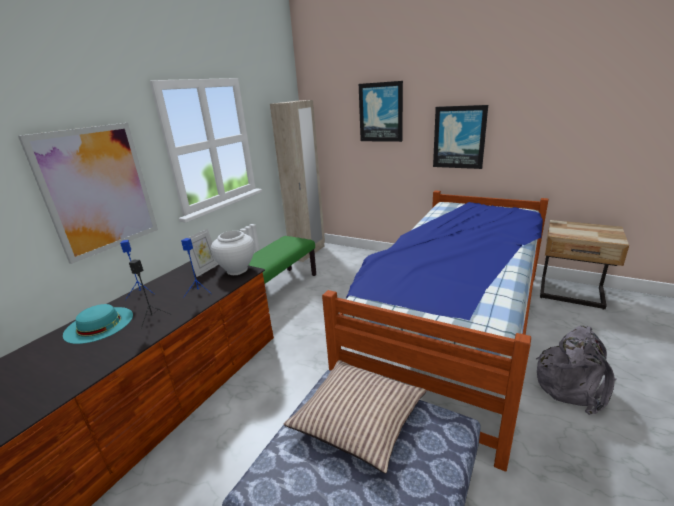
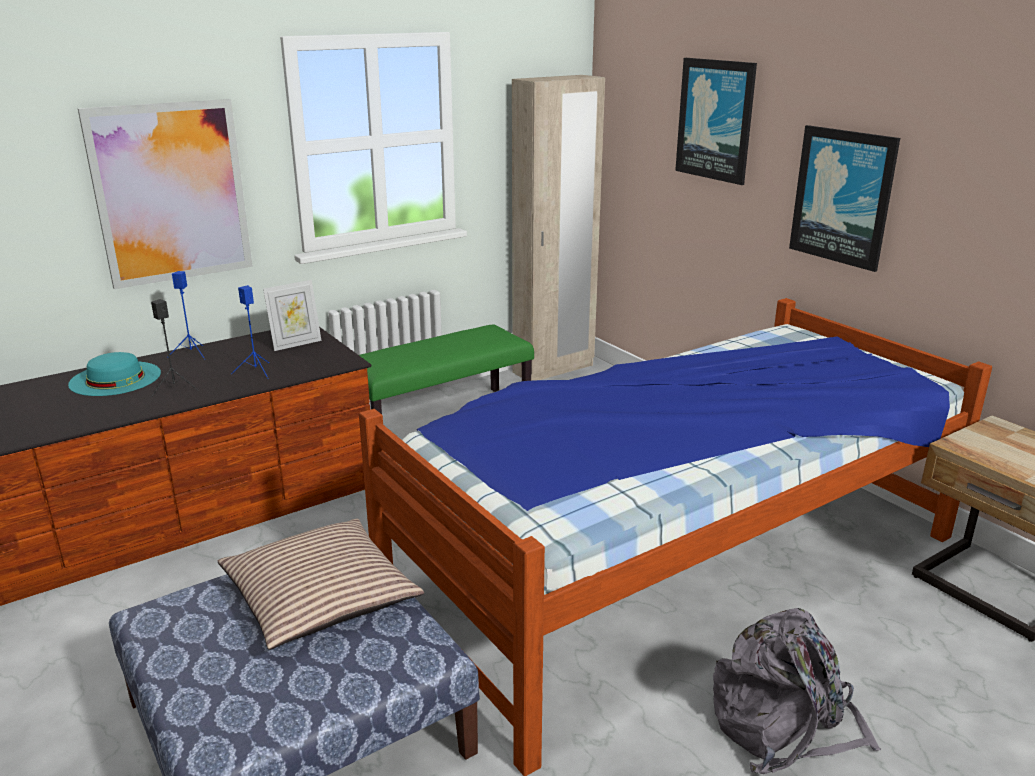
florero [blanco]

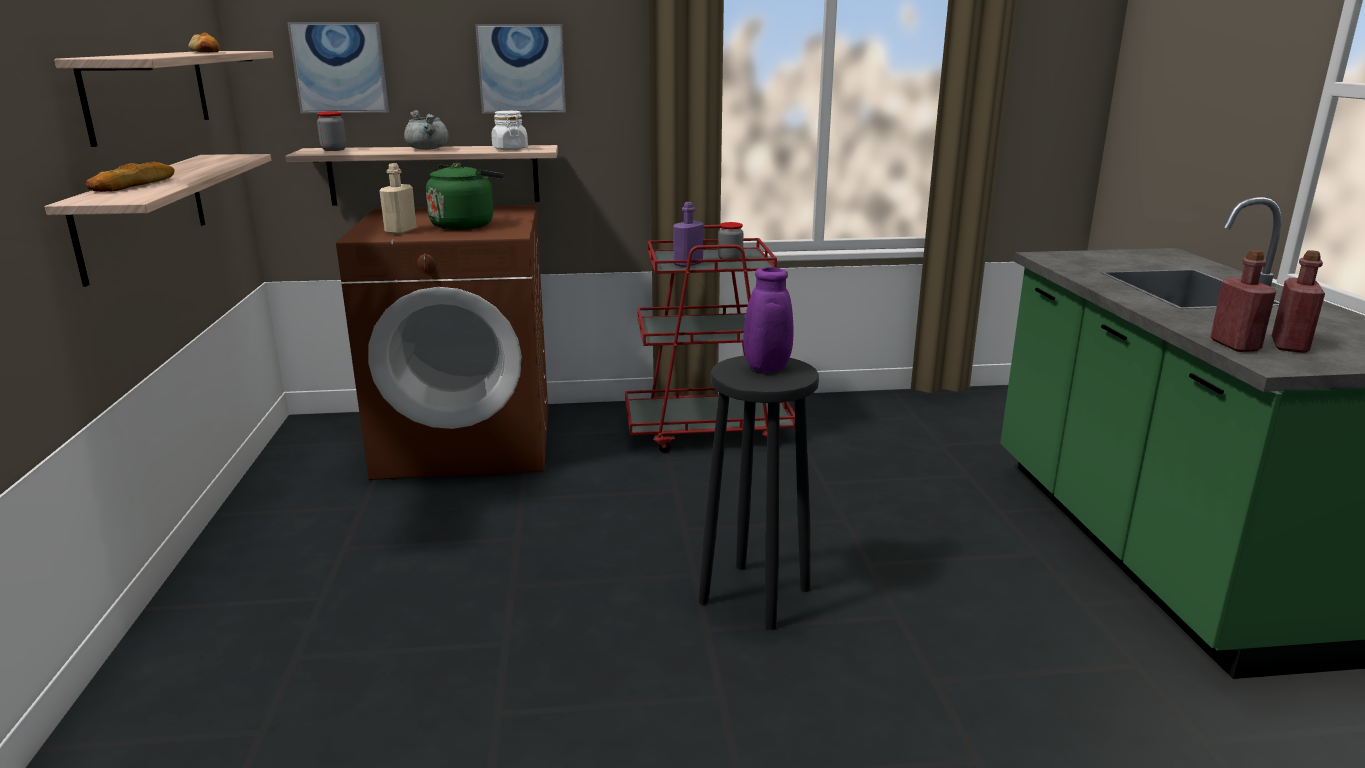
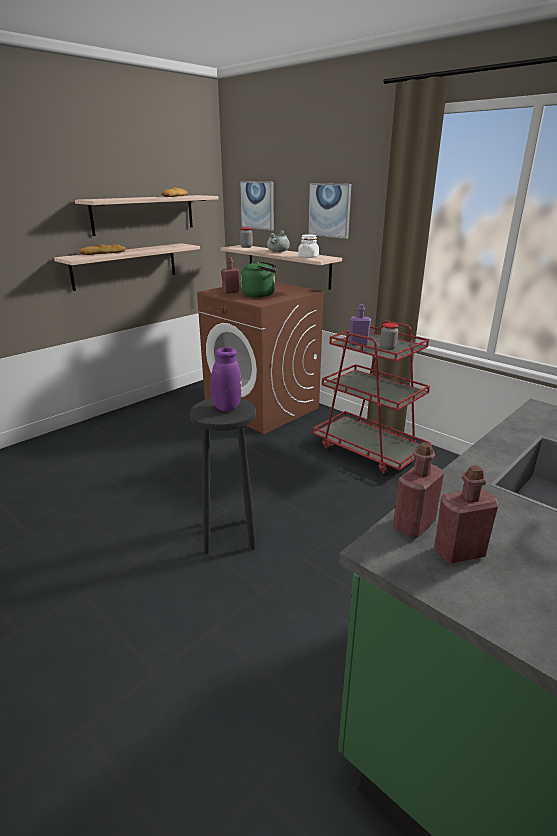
botella [rojo] (1st from left)

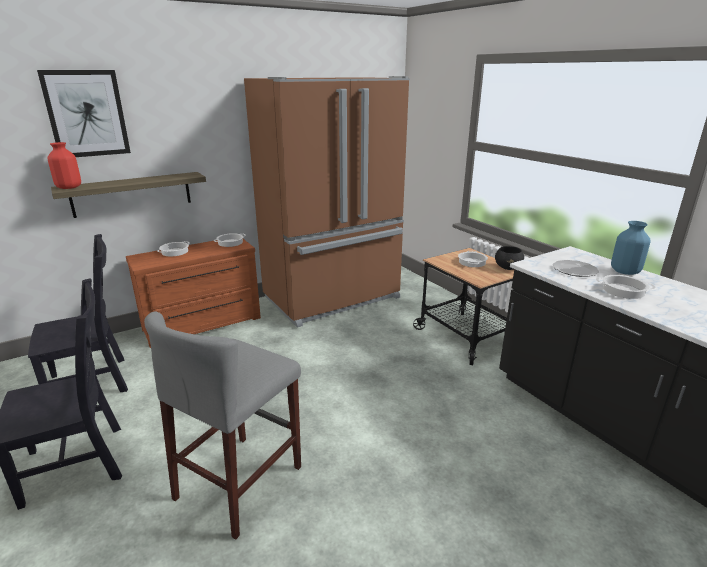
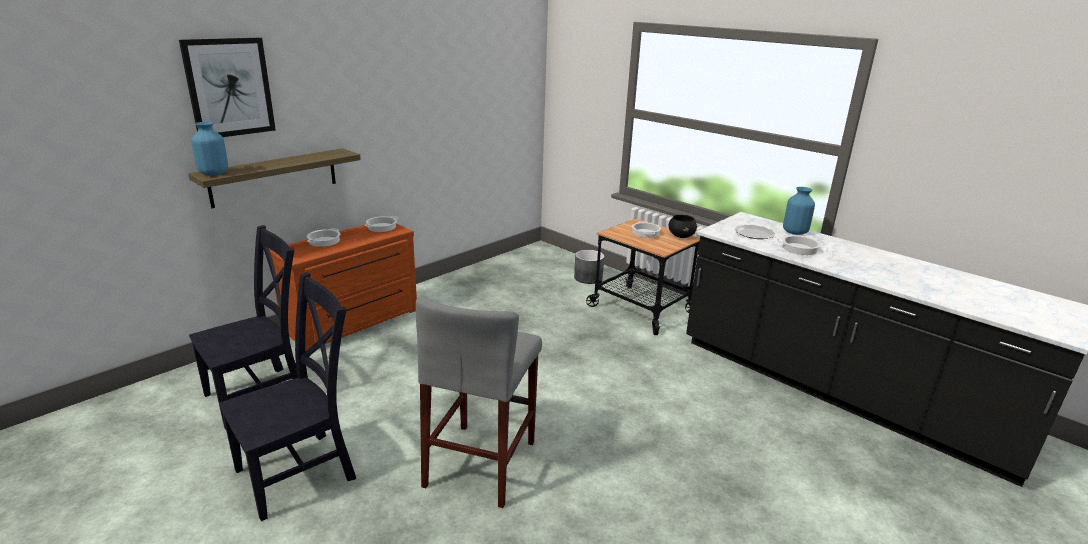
nevera [marrón]; maceta [gris]; florero [azul] (1st from left)

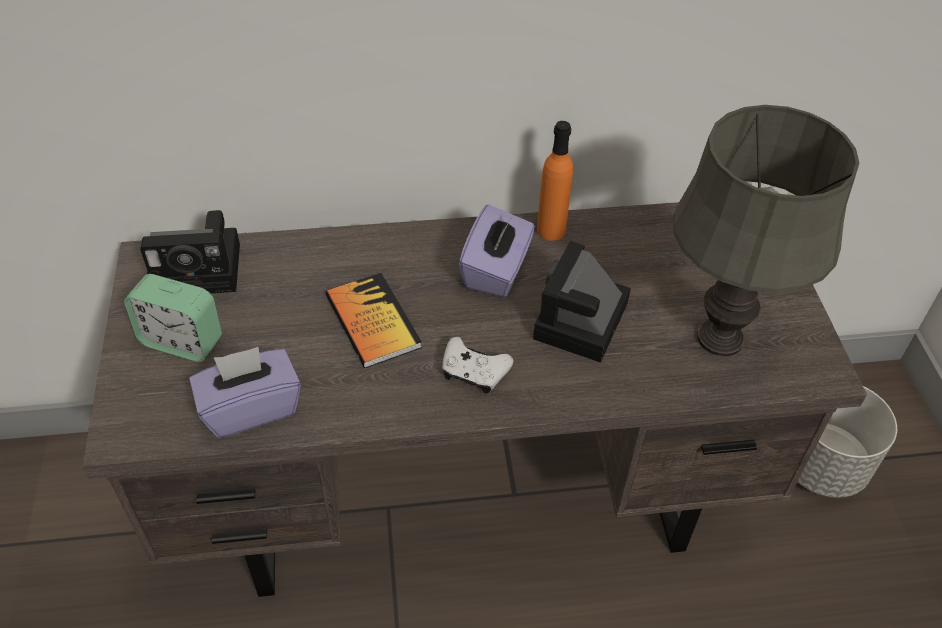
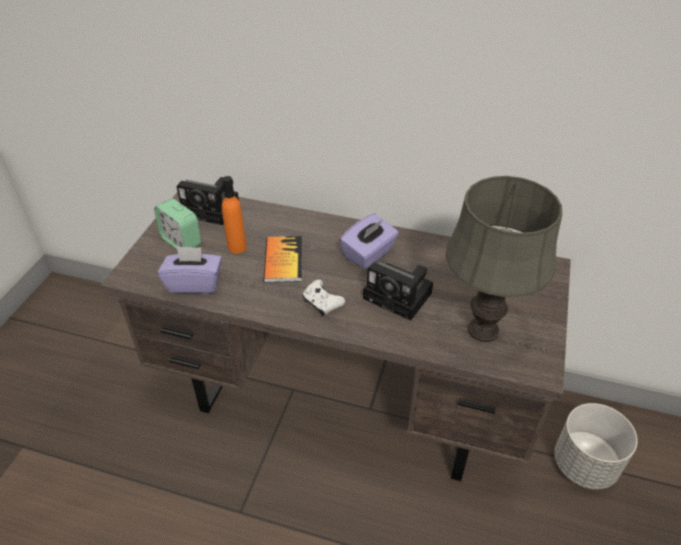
botella [naranja]; cámara (2nd from left)

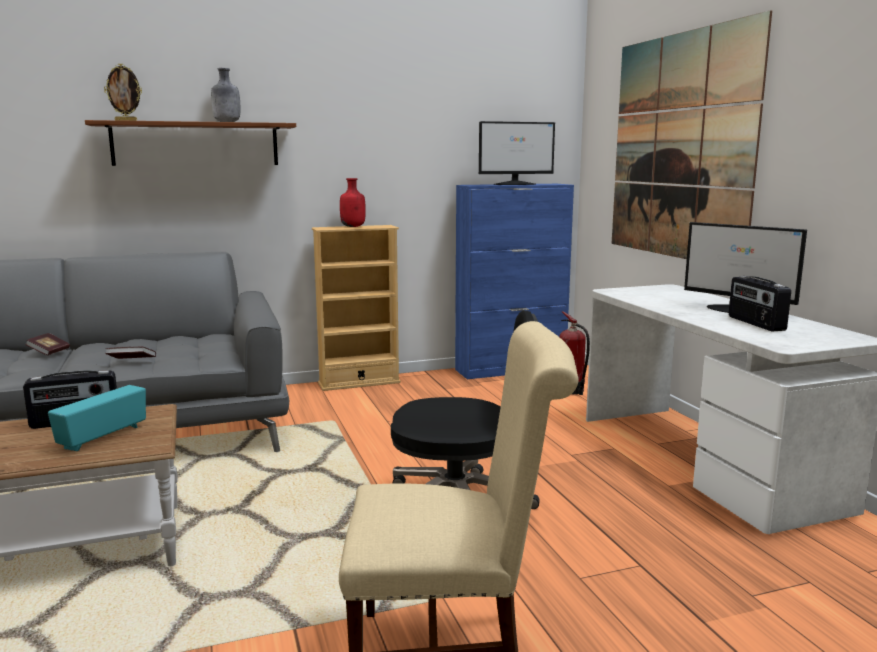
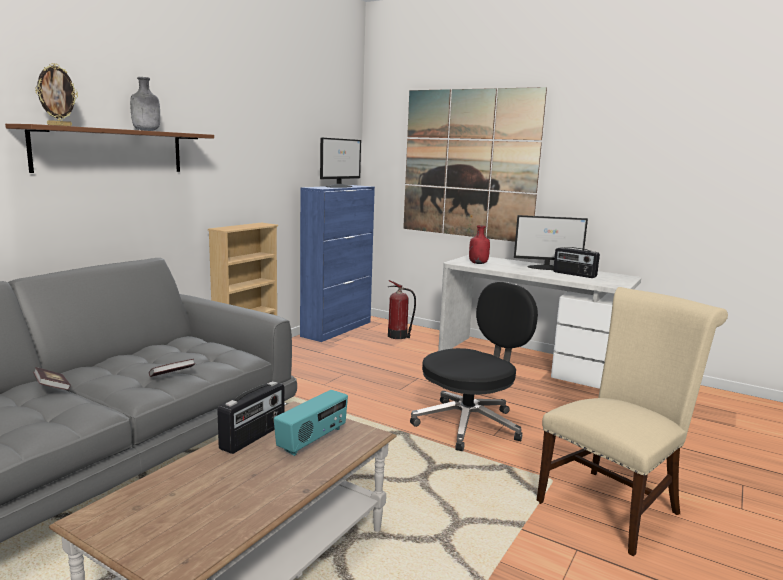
botella [rojo]; radio (2nd from left)

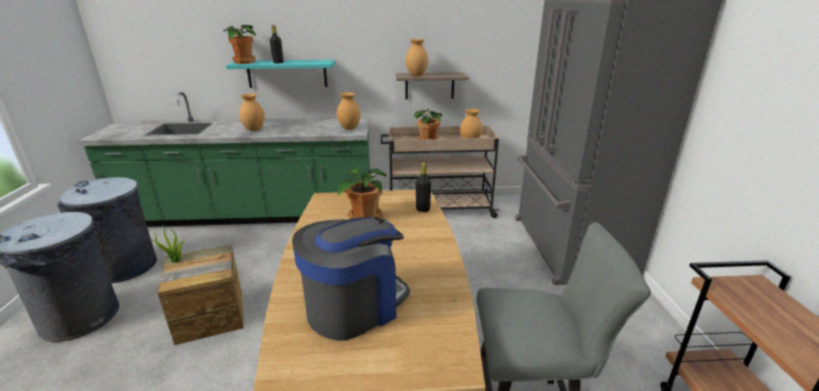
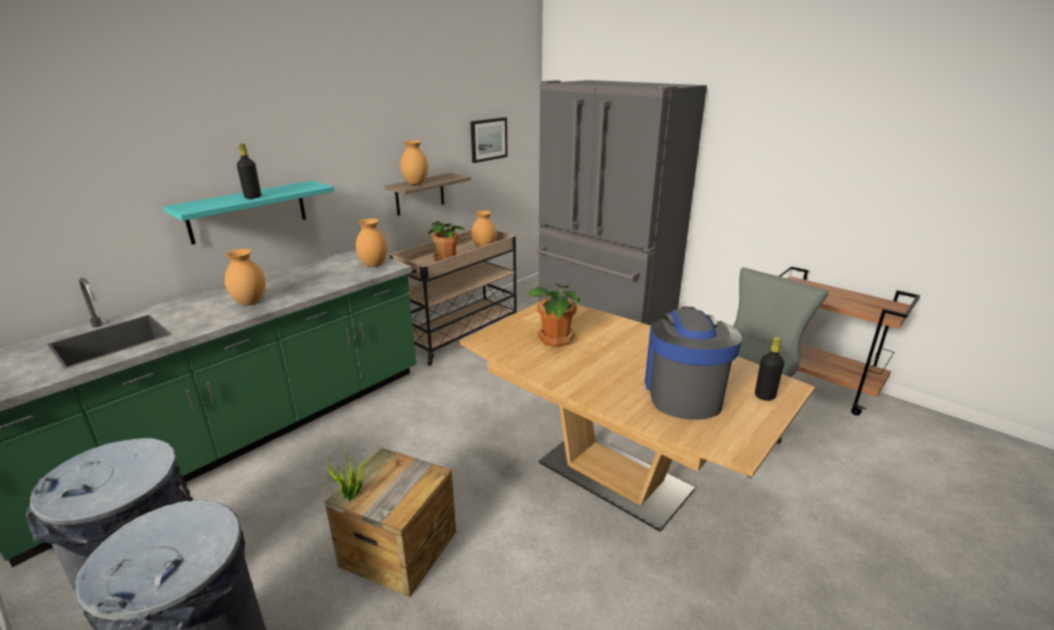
planta en maceta (2nd from left in the first image); cuadro; botella [negro] (2nd from left)

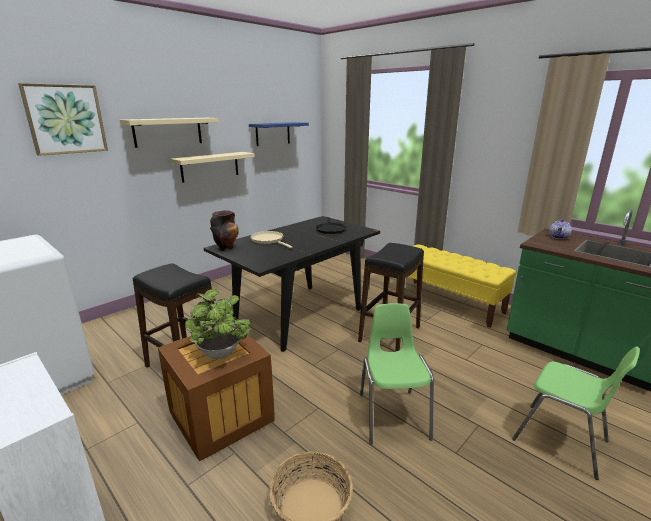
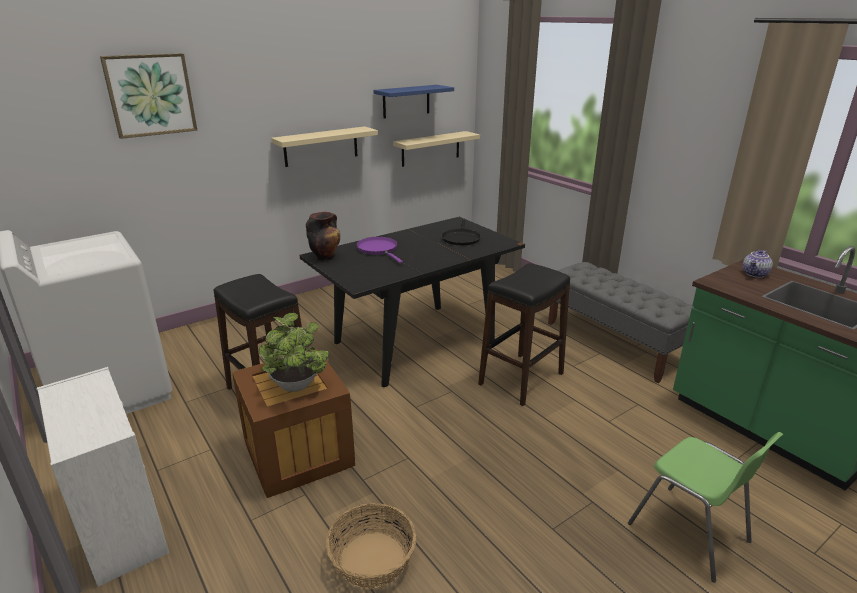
silla [verde] (1st from left in the first image); estante [beis] (2nd from left); sartén [morado]; banco [gris]

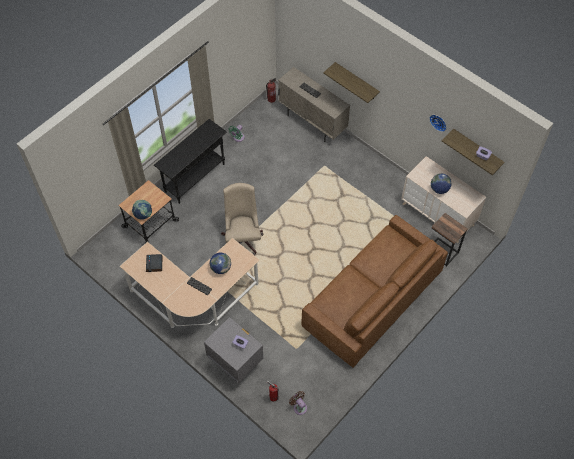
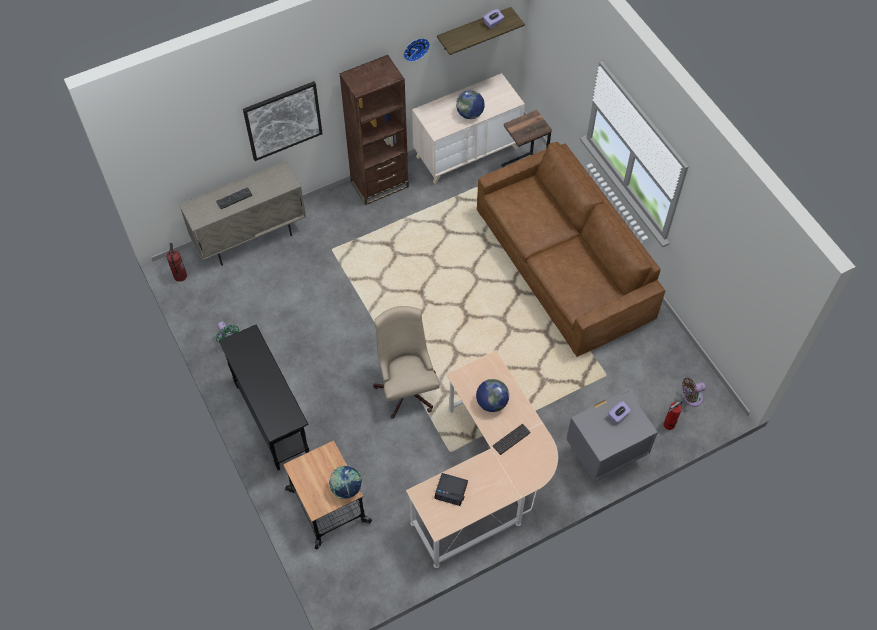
estantería [marrón]; cuadro; silla de oficina [beis]

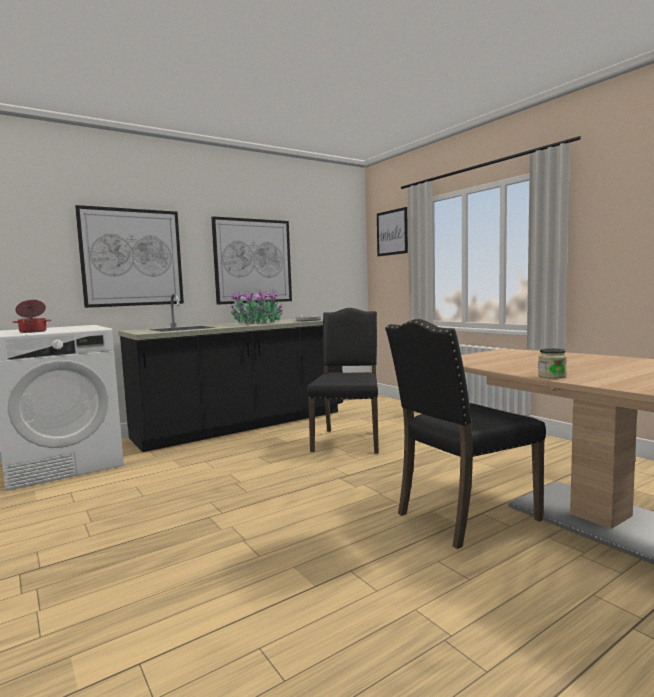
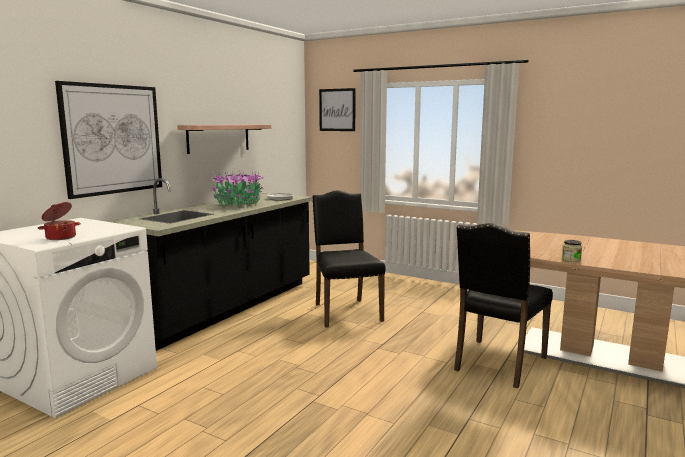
estante

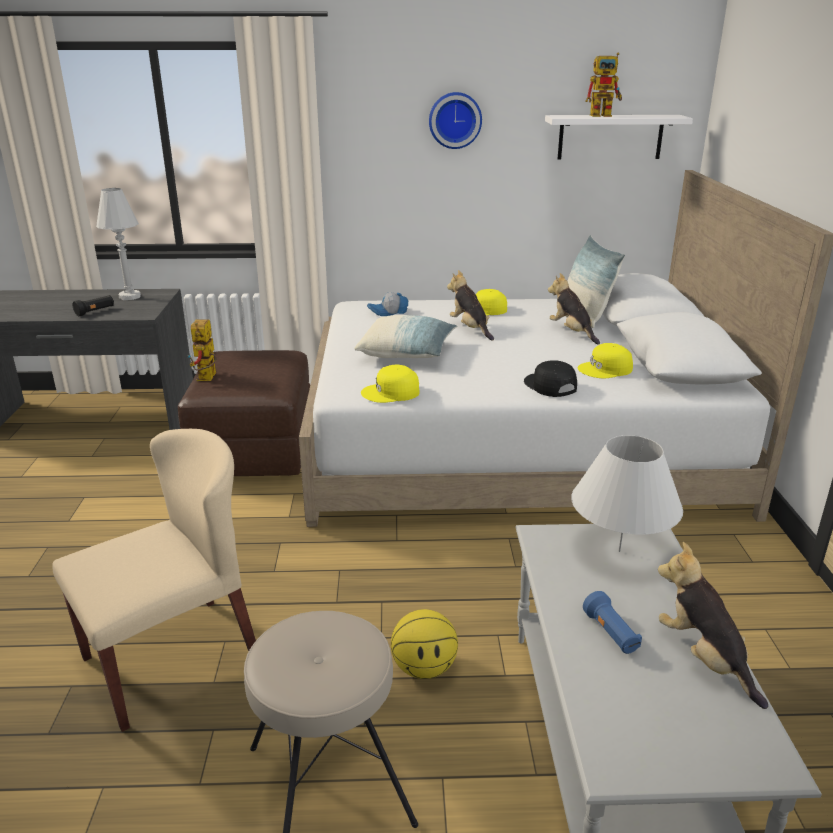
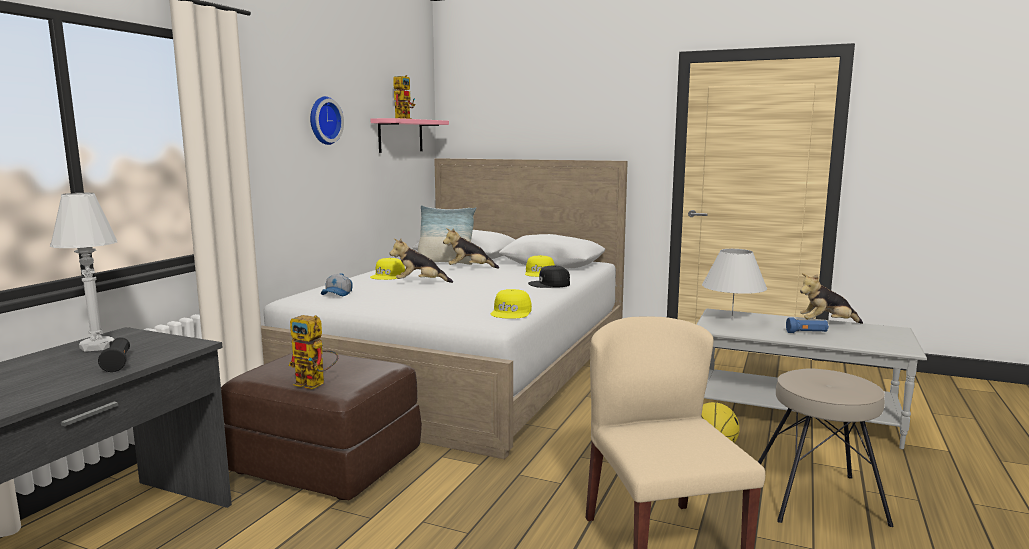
cojín (1st from left in the first image); estante [rosa]

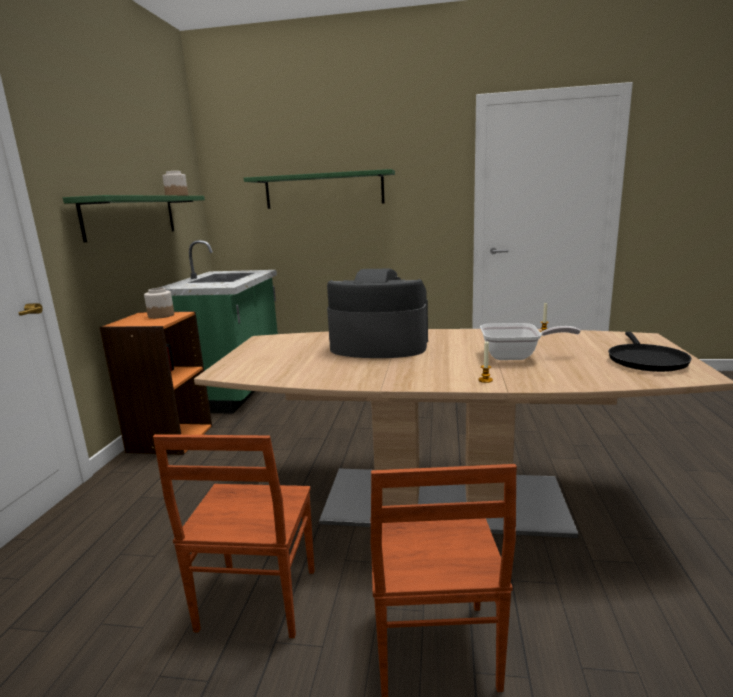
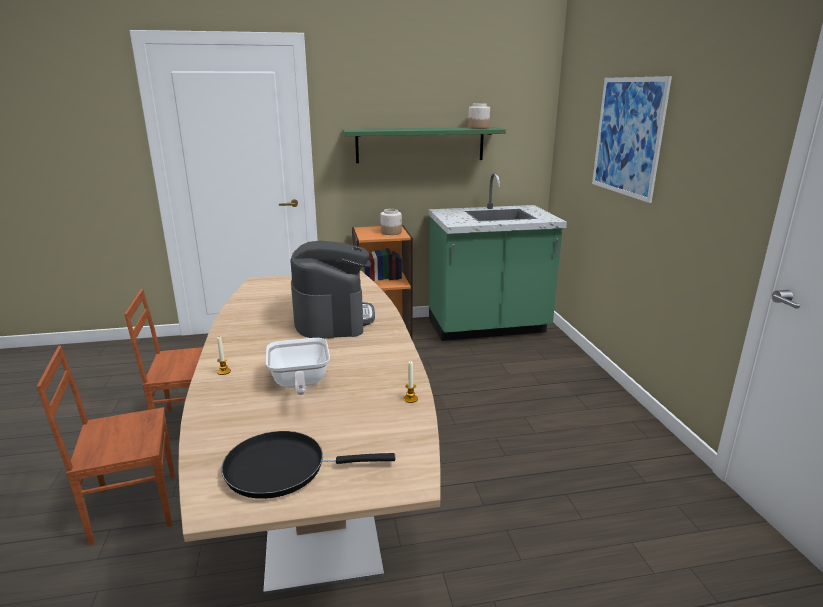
cuadro

